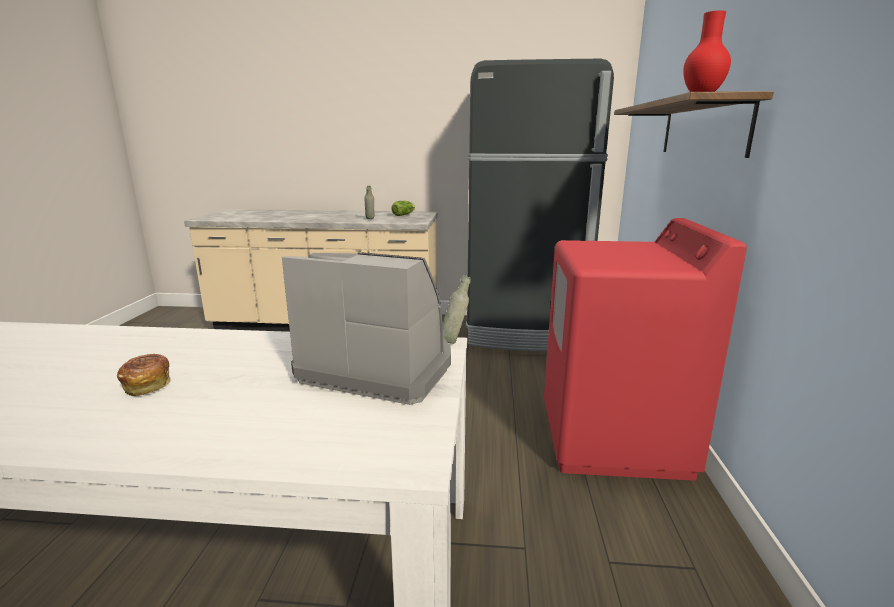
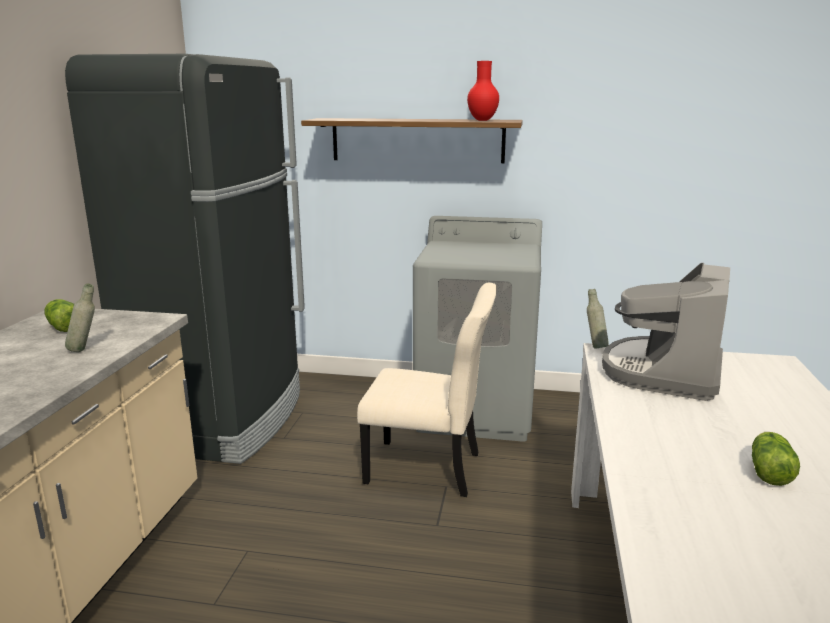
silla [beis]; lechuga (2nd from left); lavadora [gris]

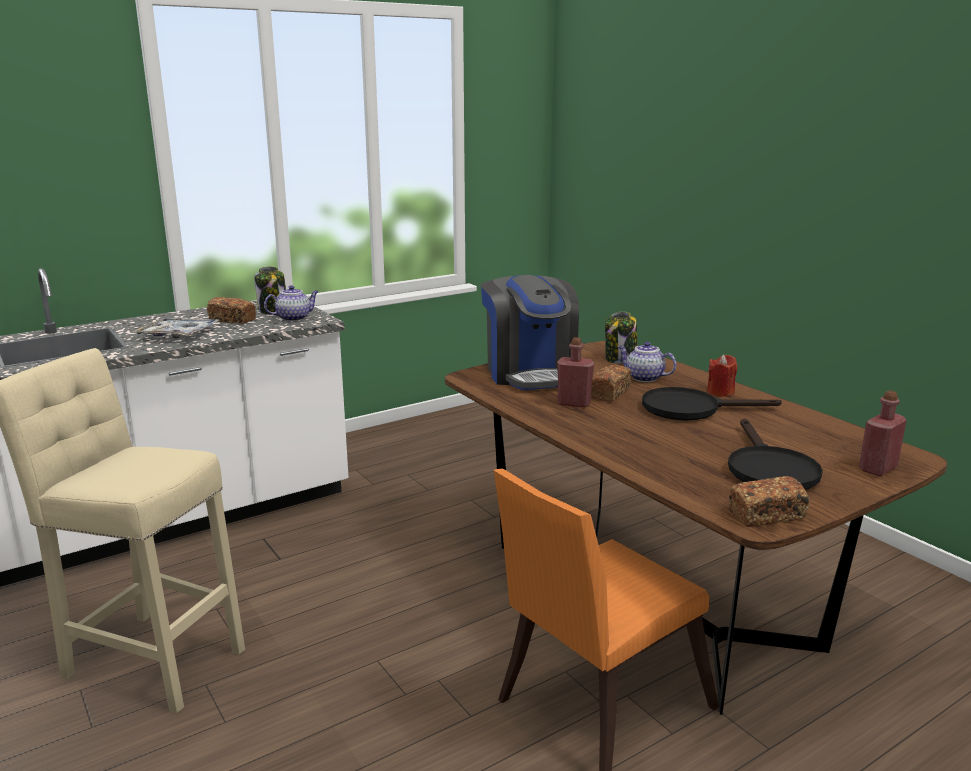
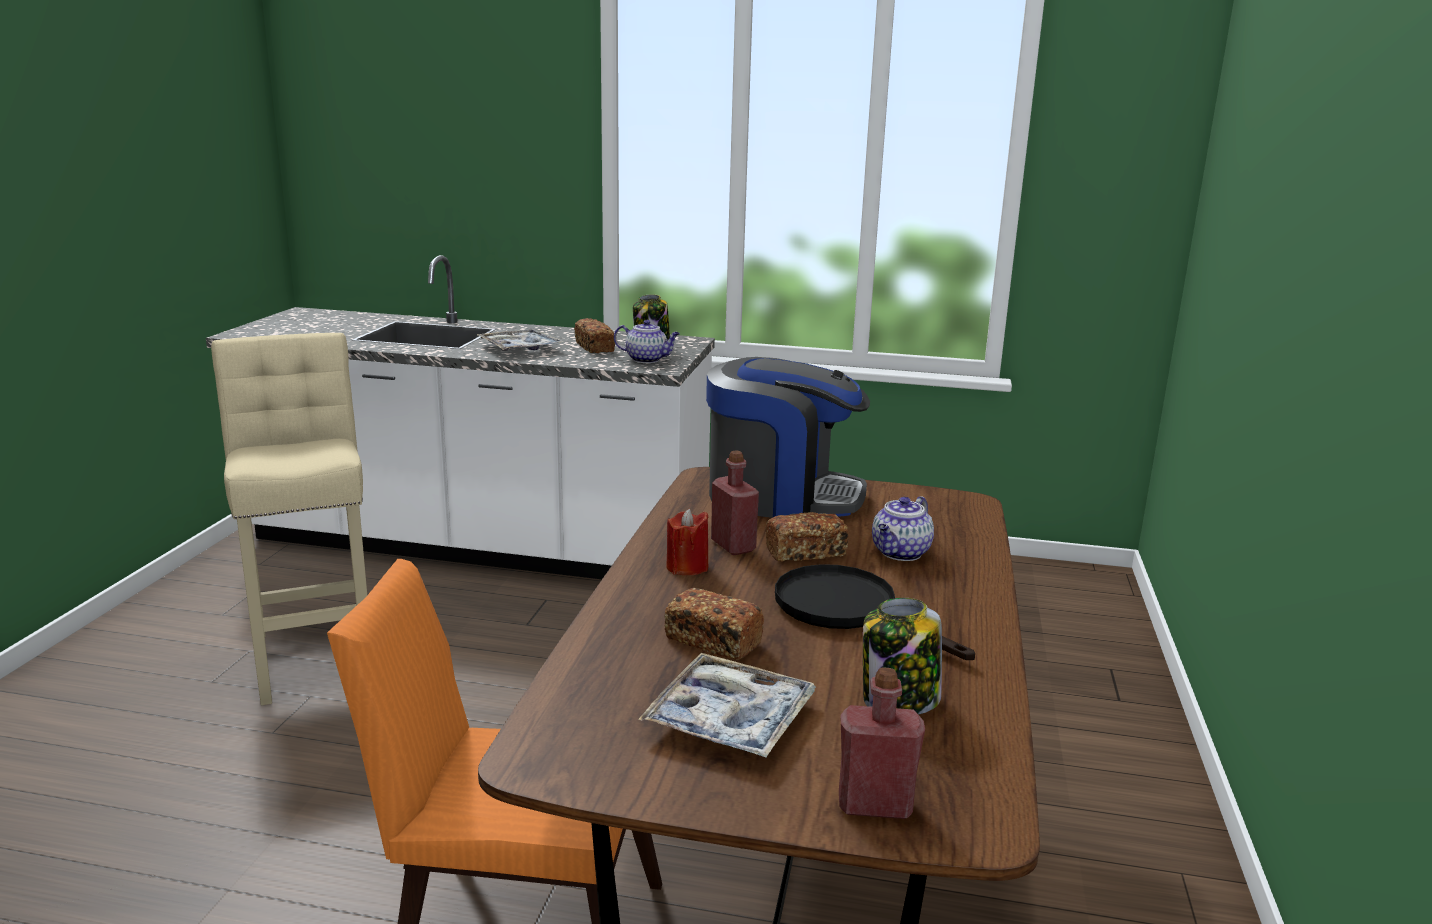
tarro (2nd from left); vela [rojo]; pan (2nd from left); bandeja (2nd from left); cafetera; tetera (2nd from left)

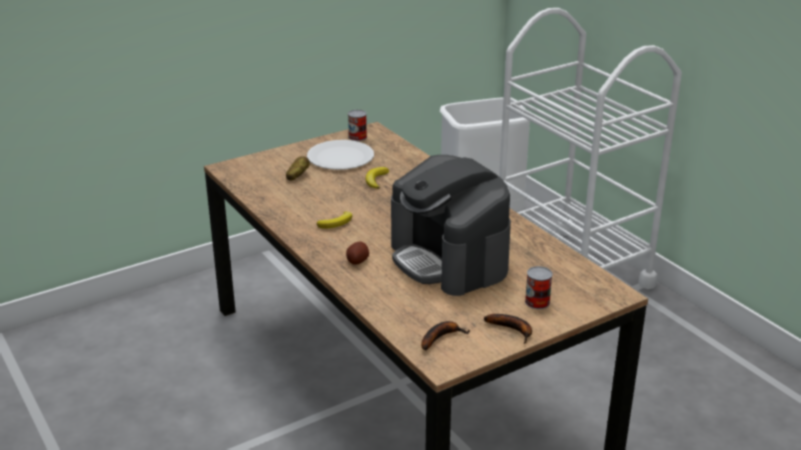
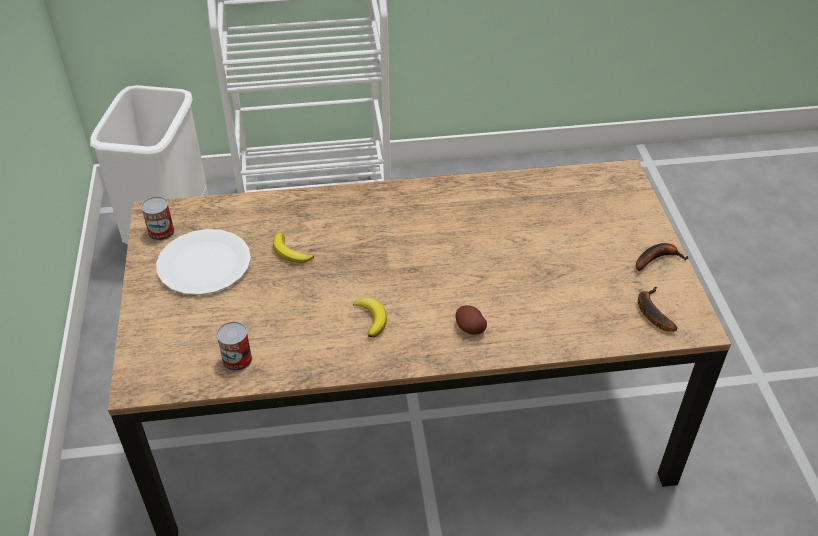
patata (1st from left in the first image); cafetera; lata (2nd from left)

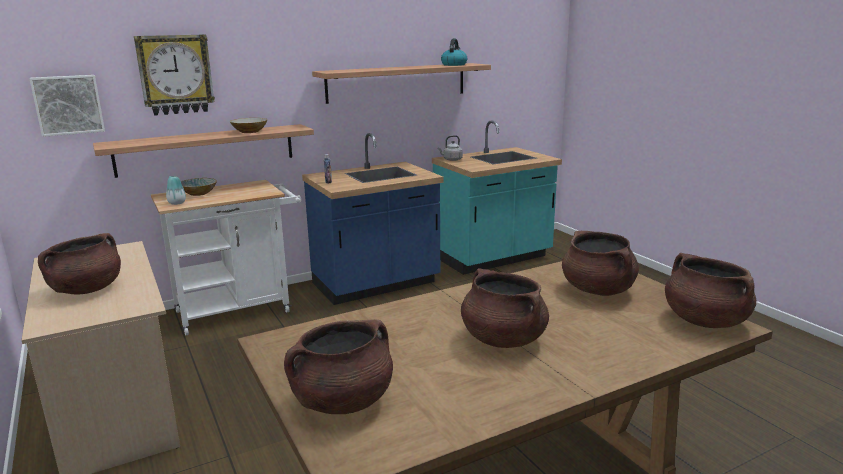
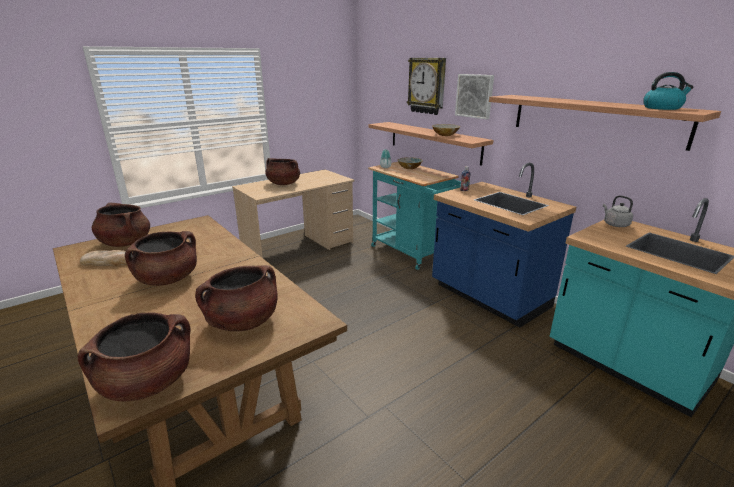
pan; cuadro; carrito [turquesa]

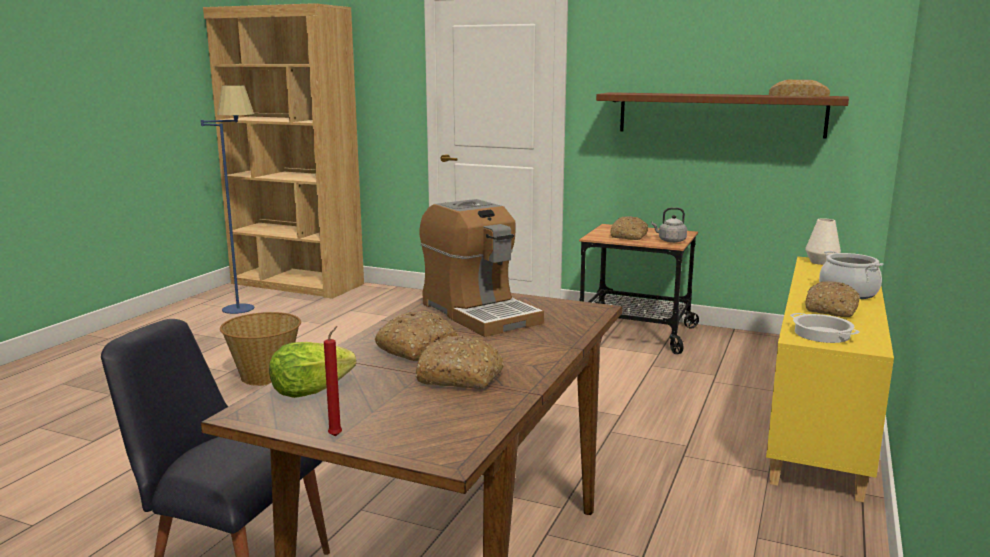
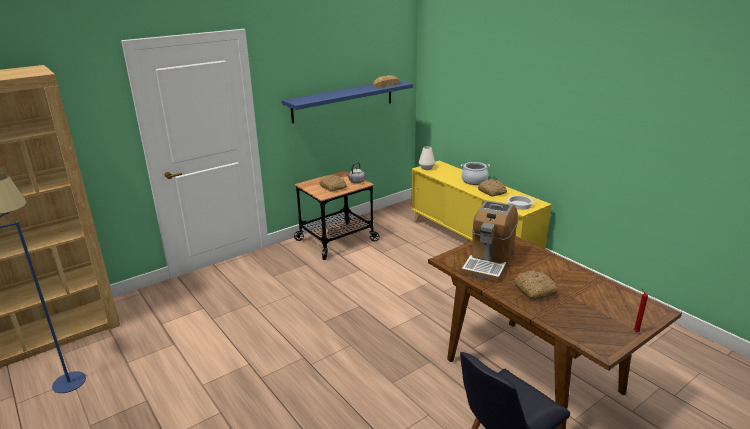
cesta; lechuga; pan (2nd from left in the first image); estante [azul]; cafetera

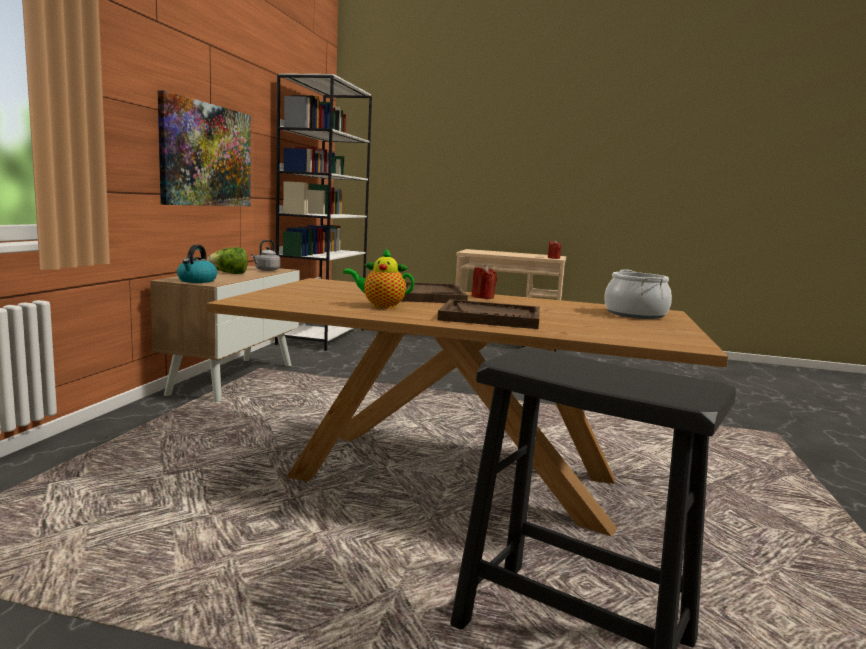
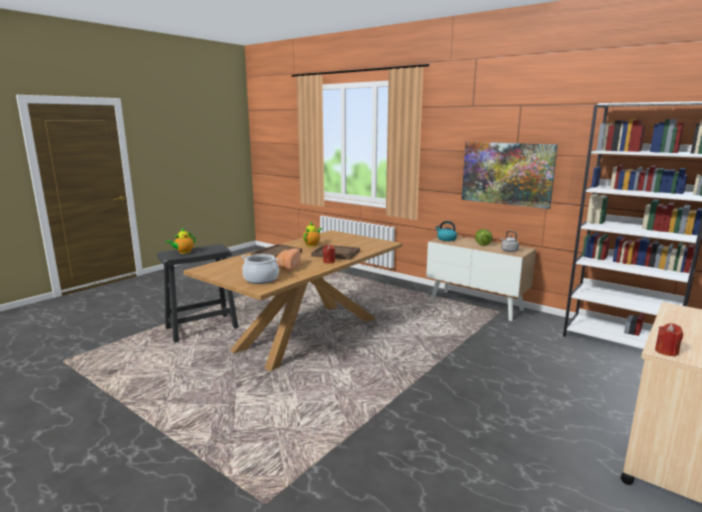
tetera (1st from left); pan

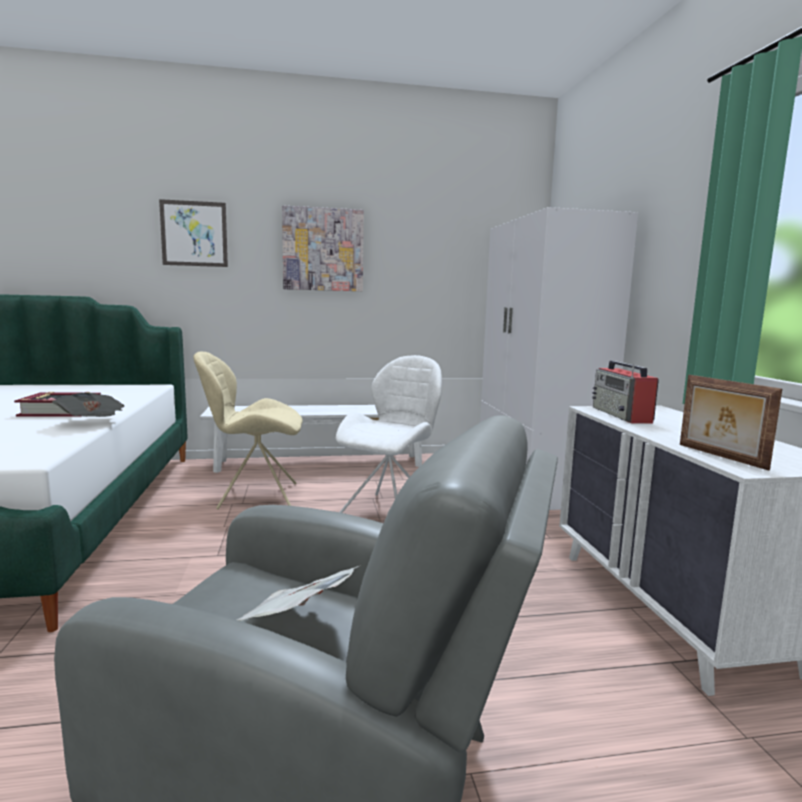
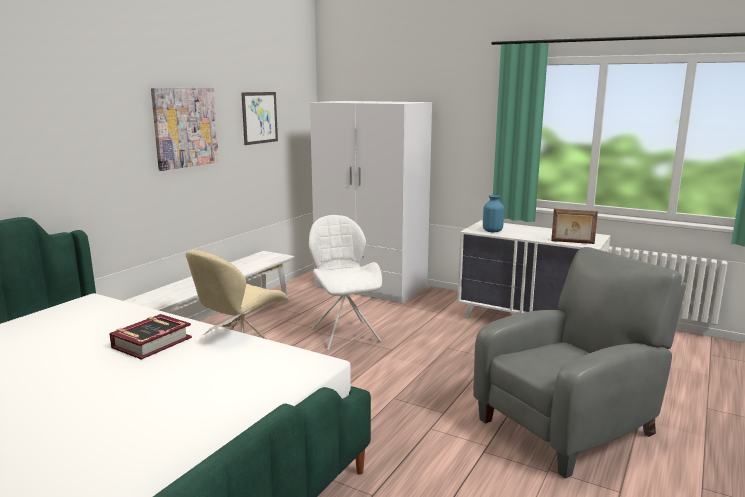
periódico (2nd from left in the first image); cuadro (2nd from left); florero [azul]

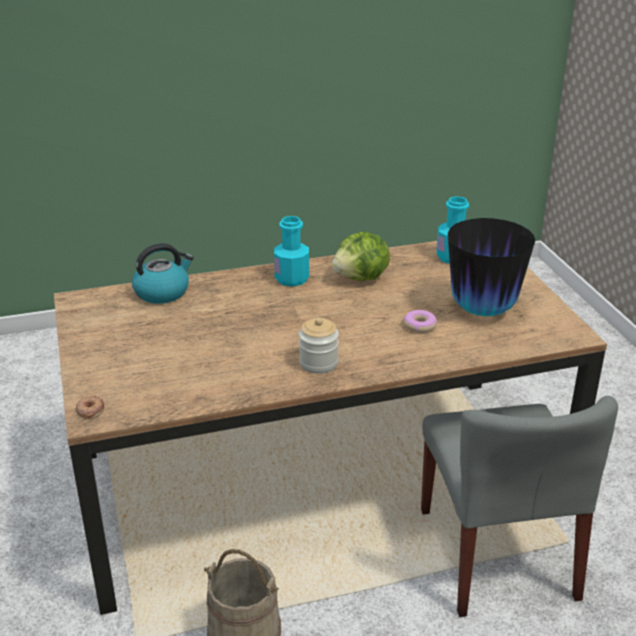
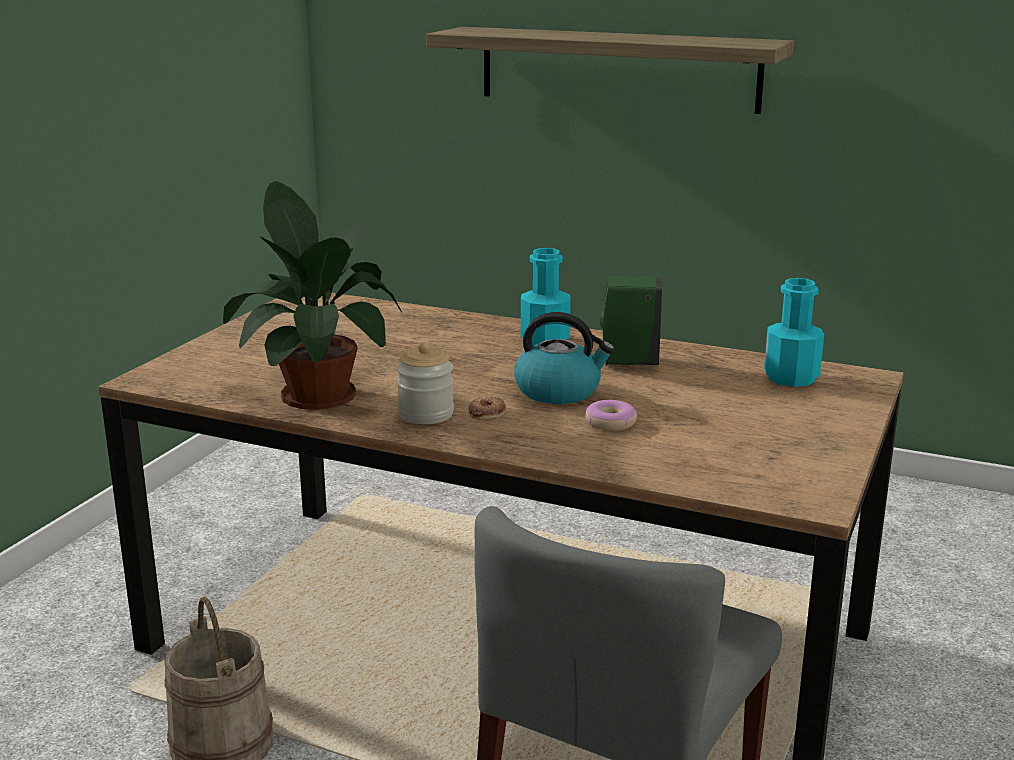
florero; planta en maceta; estante; rosquilla (1st from left); hervidor; dispensador de jabón [verde]

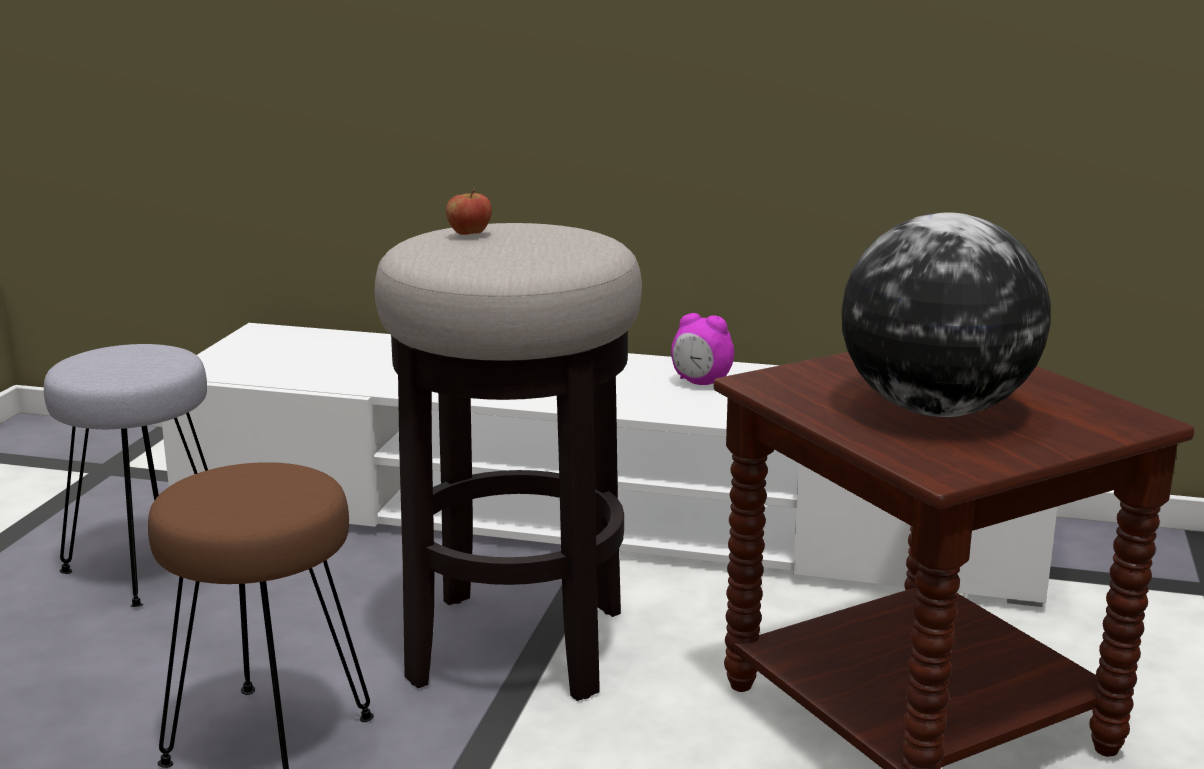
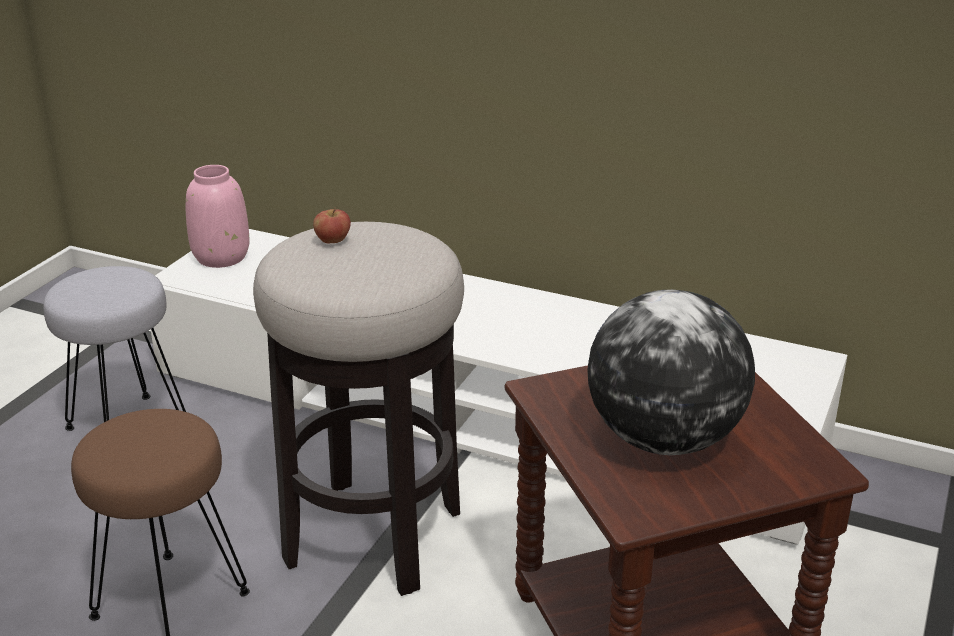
despertador; florero [rosa]

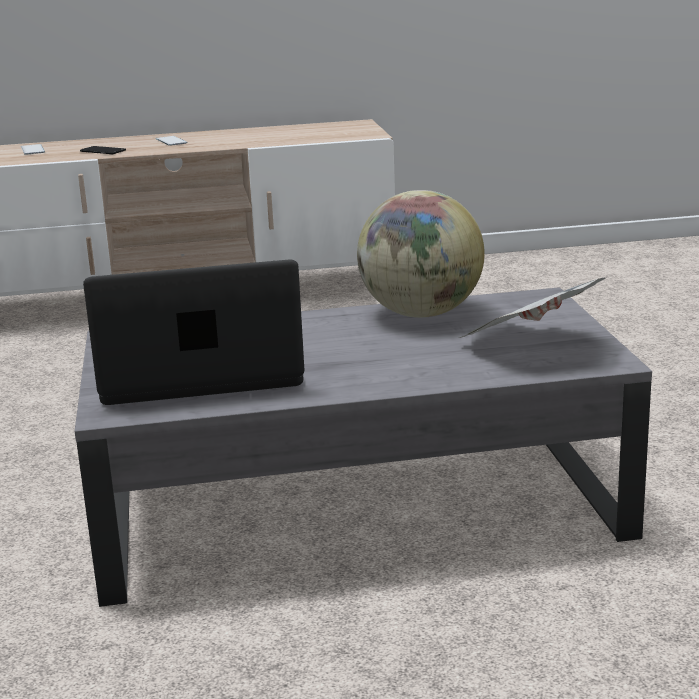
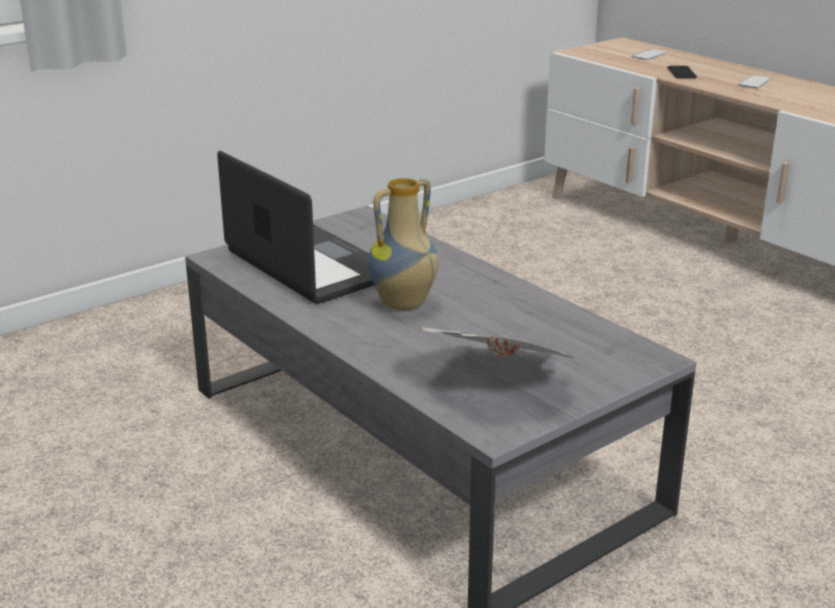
globo terráqueo; florero

